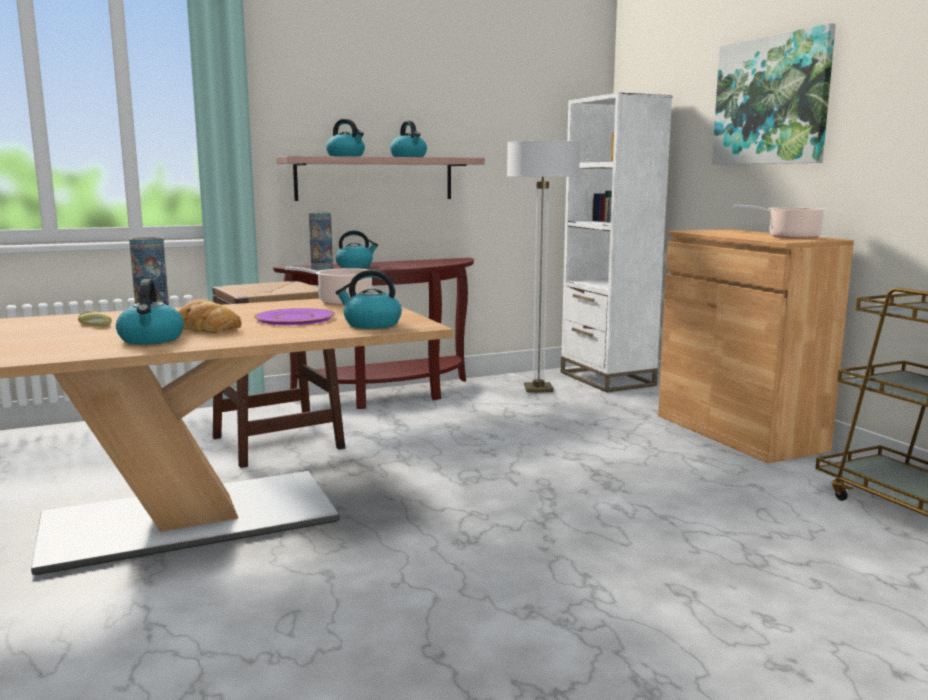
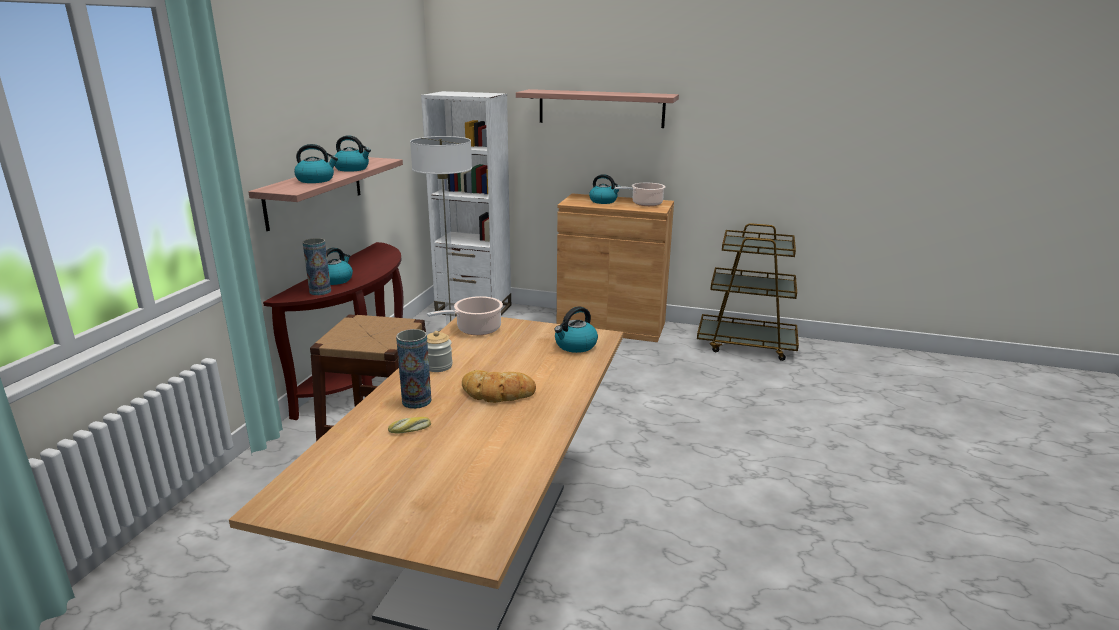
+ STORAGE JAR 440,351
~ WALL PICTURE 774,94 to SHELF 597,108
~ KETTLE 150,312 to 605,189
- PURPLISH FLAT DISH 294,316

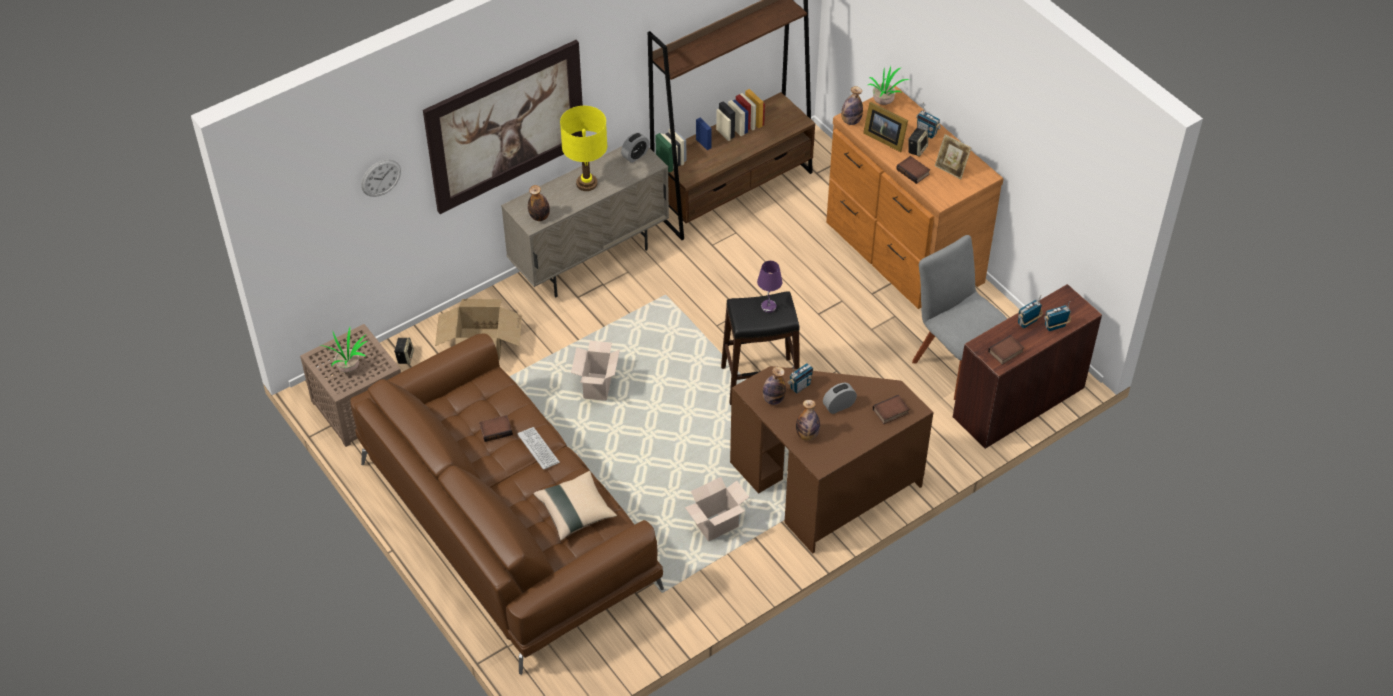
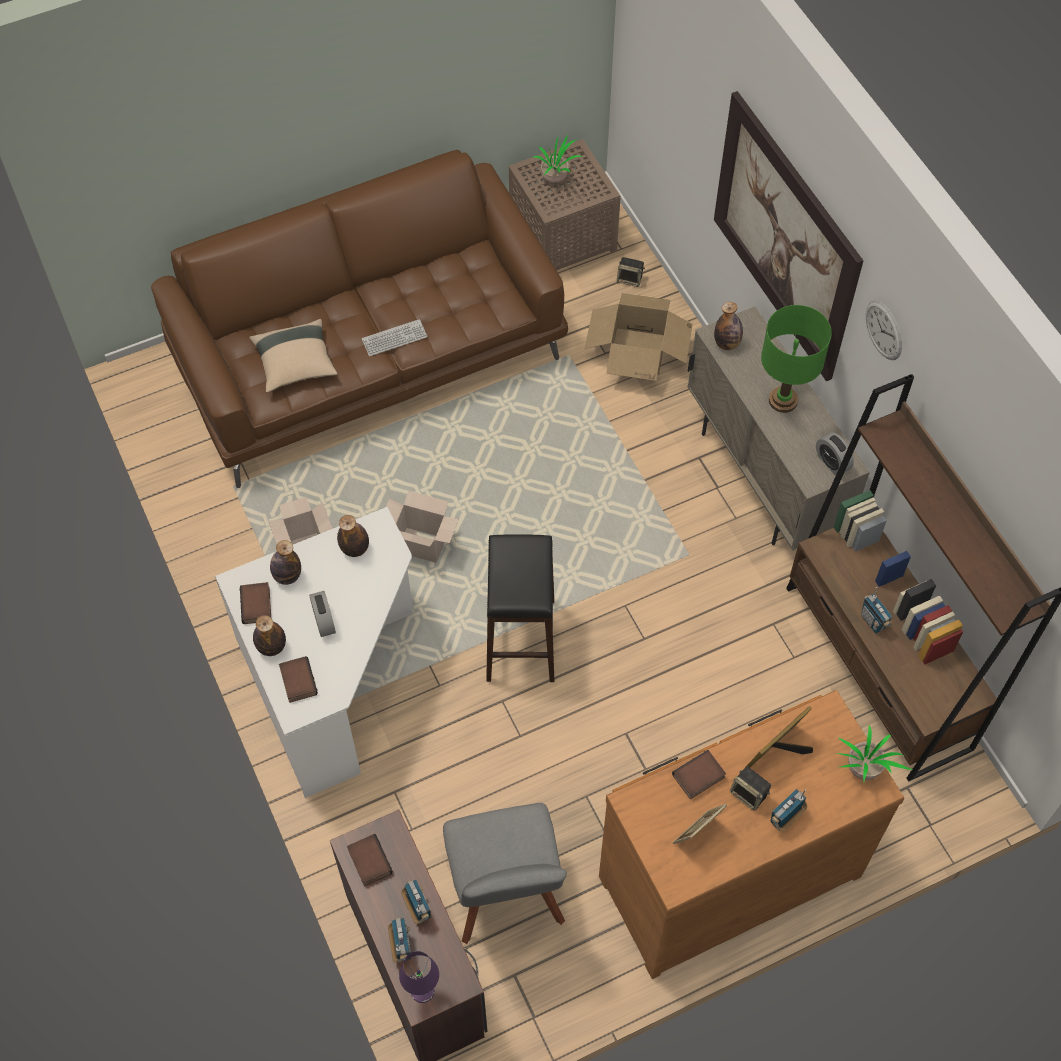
~ BROWNISH DESK 832,459 to WHITISH DESK 314,652
~ VOLUME 496,428 to 255,603
~ BOTTLE 852,105 to 269,635
~ CARDBOARD BOX 595,371 to 422,527
~ PURPLISH TABLETOP LAMP 769,287 to 419,977
~ GREY UPRIGHT CHAIR 960,317 = 505,873 105 degrees clockwise
~ YELLOW-COLOURED TABLETOP LAMP 583,148 to GREEN TABLETOP LAMP 796,359
~ RADIO SET 800,378 to 876,610
~ WALL CLOCK 381,178 to 884,330

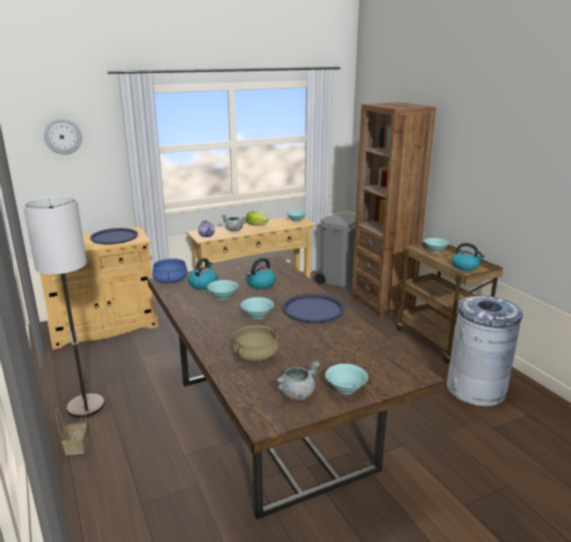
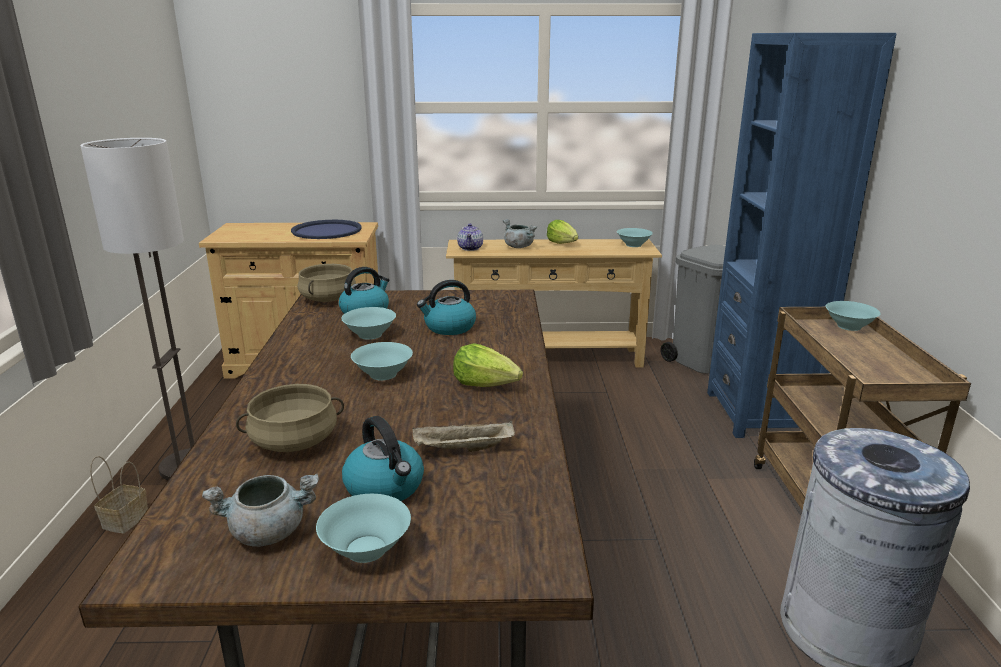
~ BLUISH SAUCEPOT 170,270 to BEIGE SAUCEPOT 327,283
~ KETTLE 468,257 to 383,458
+ BEIGE TRAY 463,436
~ BLUISH TRAY 314,308 to LETTUCE 488,365
~ BROWNISH BOOKSHELF 393,210 to BLUISH BOOKSHELF 802,235
- WALL CLOCK 63,136

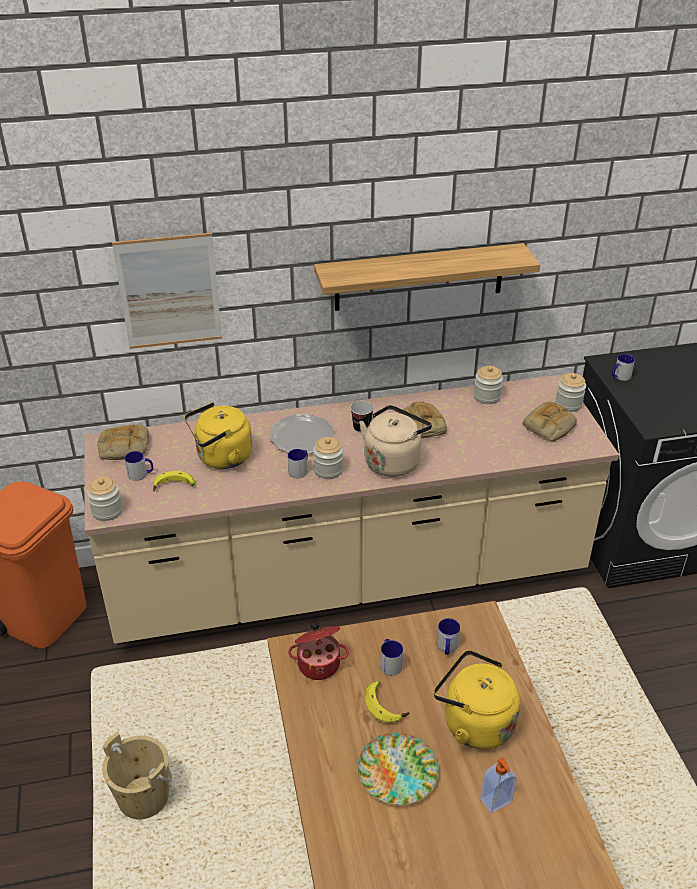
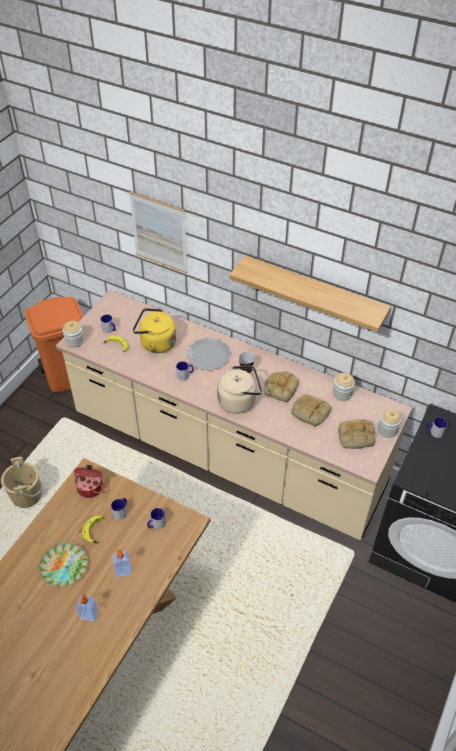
~ YELLOW-COLOURED KETTLE 477,699 to LIQUID SOAP BOTTLE 122,563
~ BAKERY BREAD 123,442 to 311,410
- STORAGE JAR 328,458

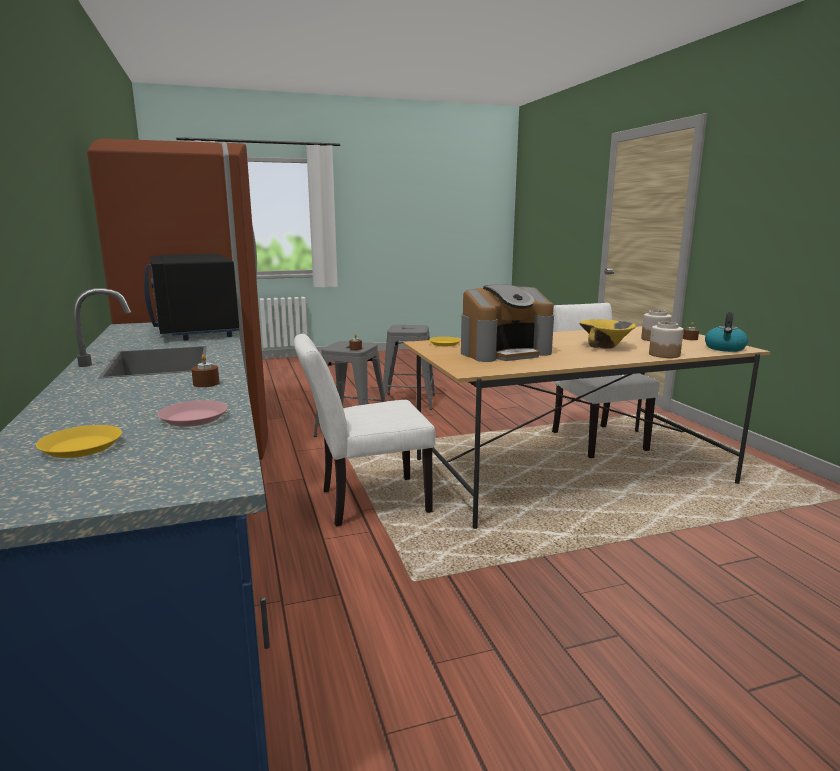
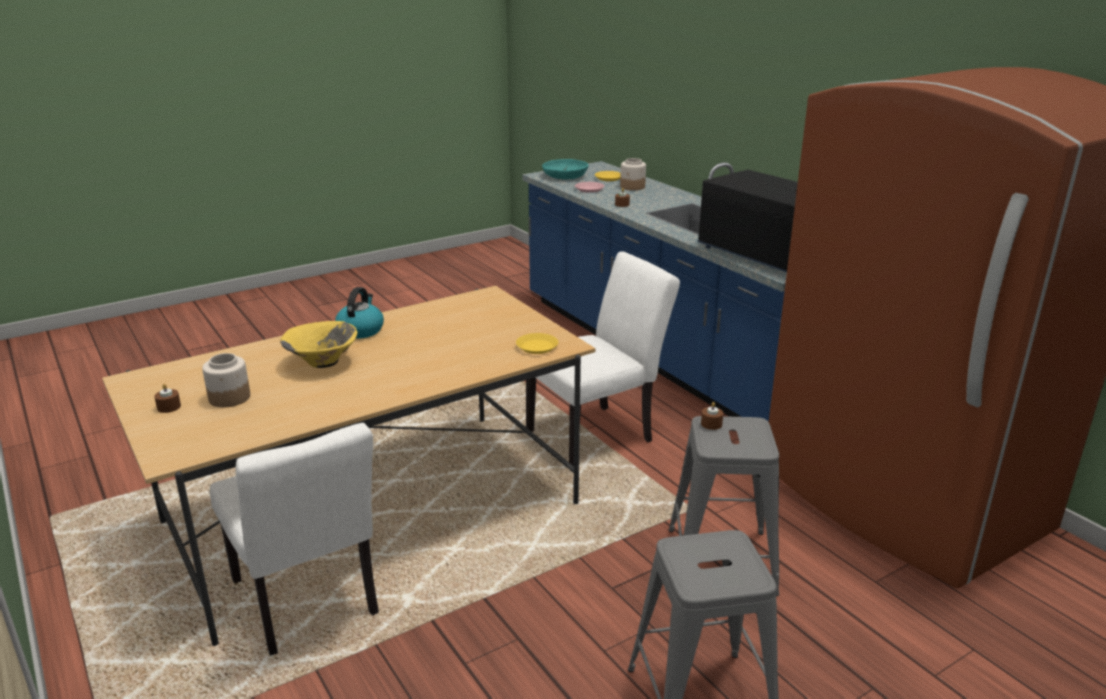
~ KETTLE 726,332 to 359,313
+ BLUE-GREEN SERVING BOWL 565,169
~ STORAGE JAR 666,340 to 633,174
- COFFEE MACHINE 507,323

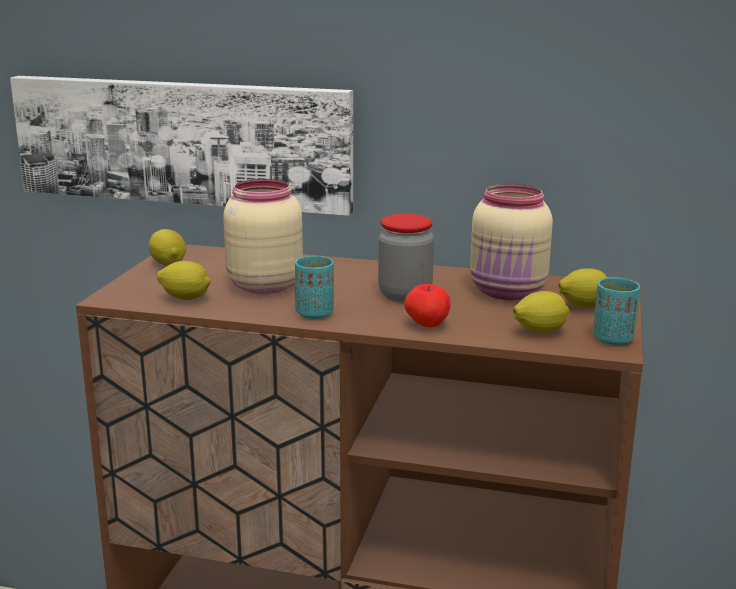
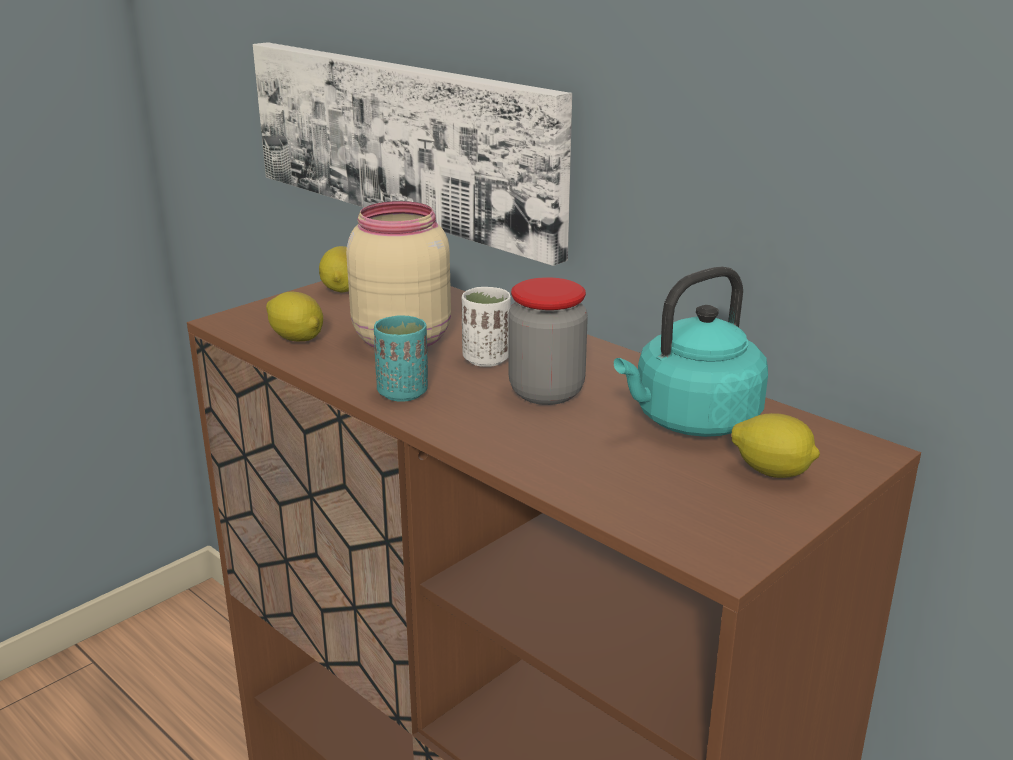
+ WHITISH SMALL CUP 486,327
~ BEIGE STORAGE JAR 511,242 to BLUE-GREEN KETTLE 691,351
- WHOLE APPLE 427,305
- WHOLE LEMON 541,312
- BLUE-GREEN SMALL CUP 616,311

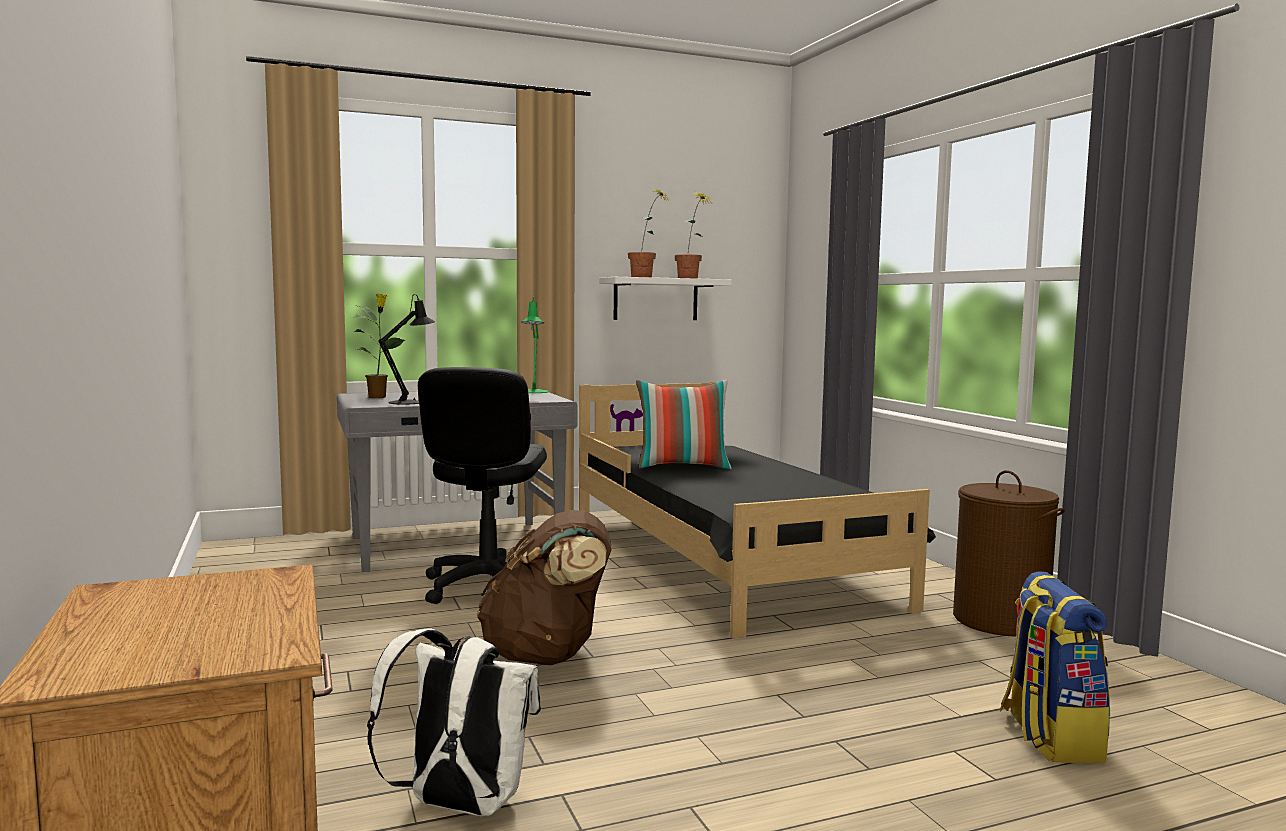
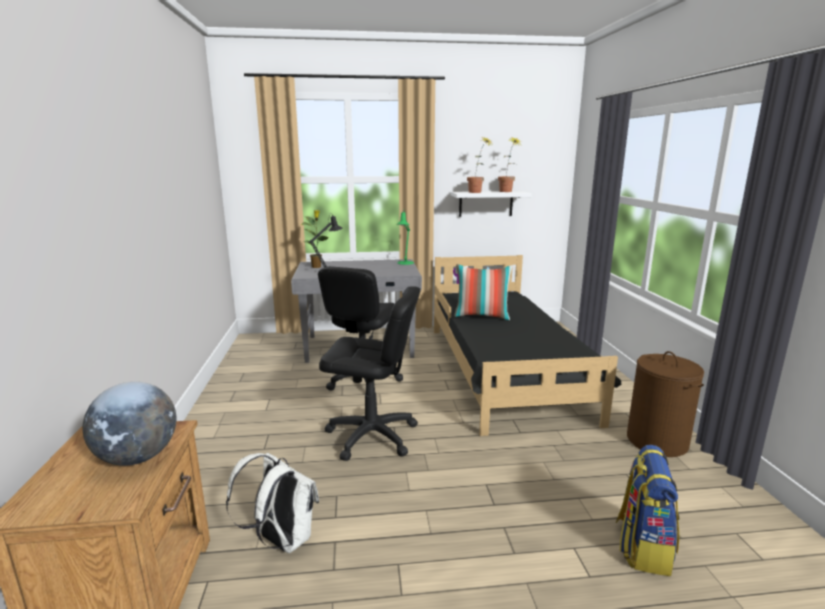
+ DESK GLOBE 129,424
~ BROWNISH BACKPACK 544,587 to BLACK-COLOURED OFFICE CHAIR 370,373

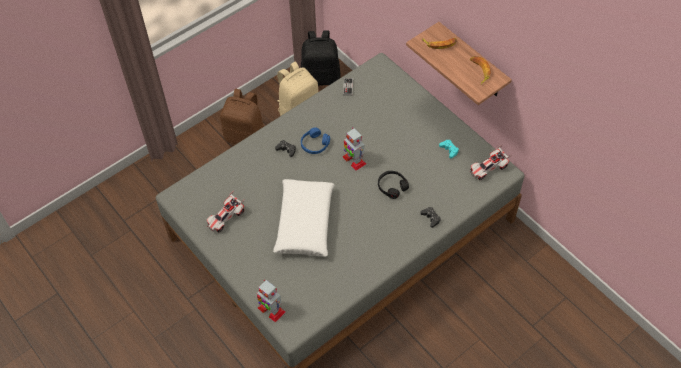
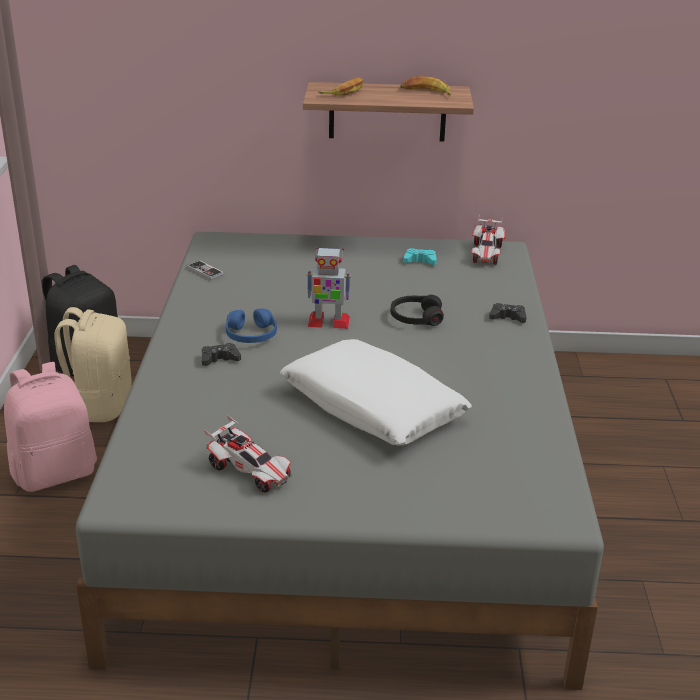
~ BROWNISH BACKPACK 242,116 to PINK-COLOURED BACKPACK 50,427
~ TOY CAR 225,212 = 248,454 45 degrees counterclockwise
- TOY ROBOT 271,301

